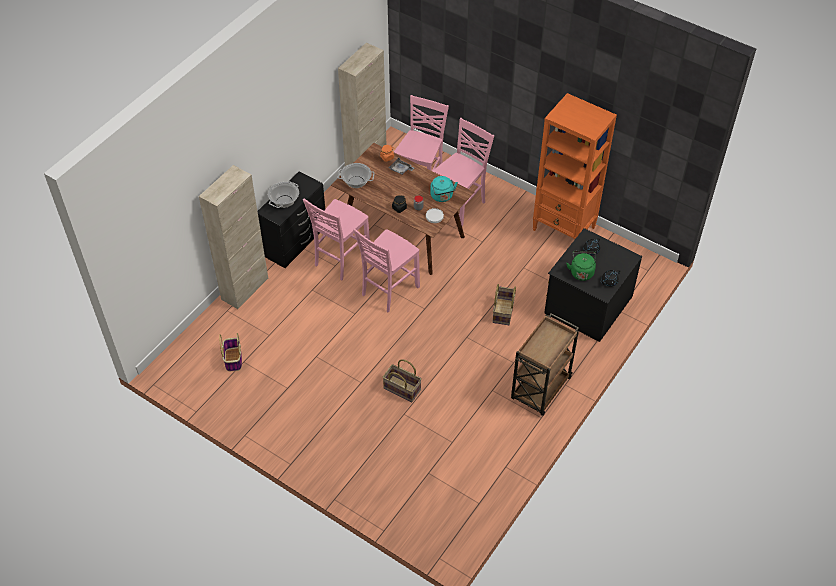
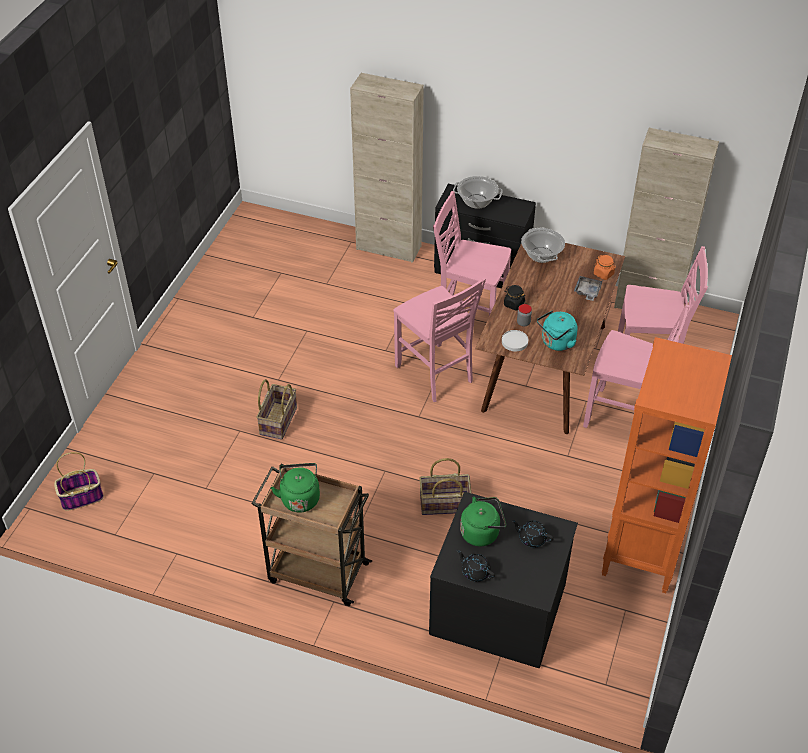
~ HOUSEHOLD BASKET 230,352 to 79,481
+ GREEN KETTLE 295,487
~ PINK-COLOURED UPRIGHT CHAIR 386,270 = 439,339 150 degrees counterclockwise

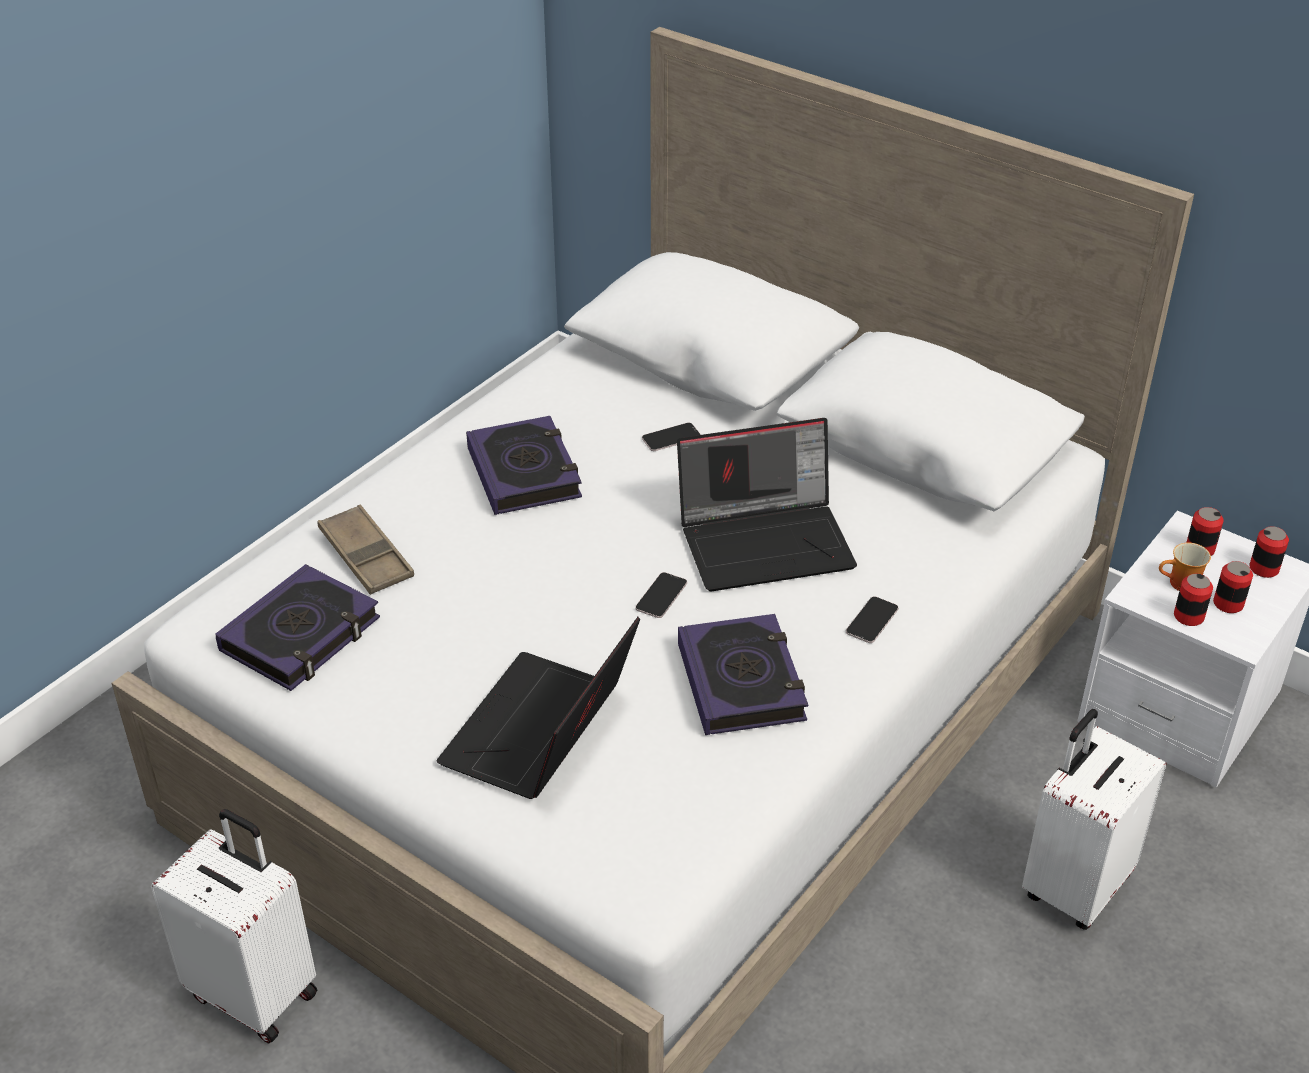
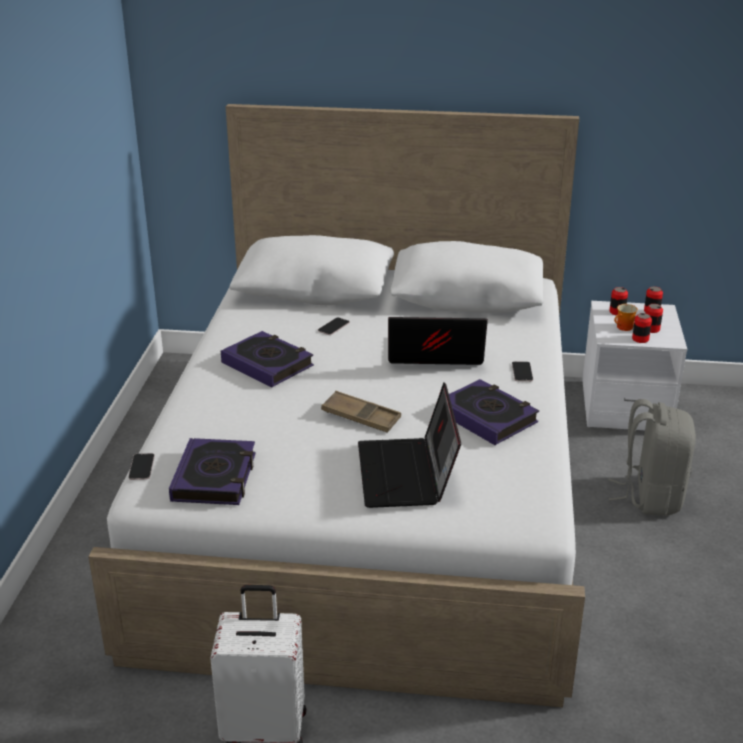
~ TELEPHONE 661,595 to 141,466
~ BROWNISH TRAY 365,549 to 361,412
~ PORTABLE COMPUTER 767,505 = 438,341 135 degrees counterclockwise
~ WHITISH PIECE OF LUGGAGE 1094,819 to GREY BACKPACK 652,457

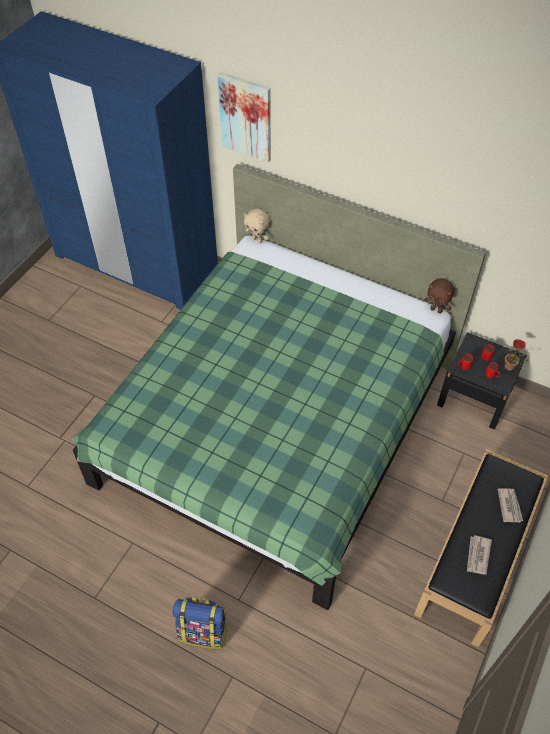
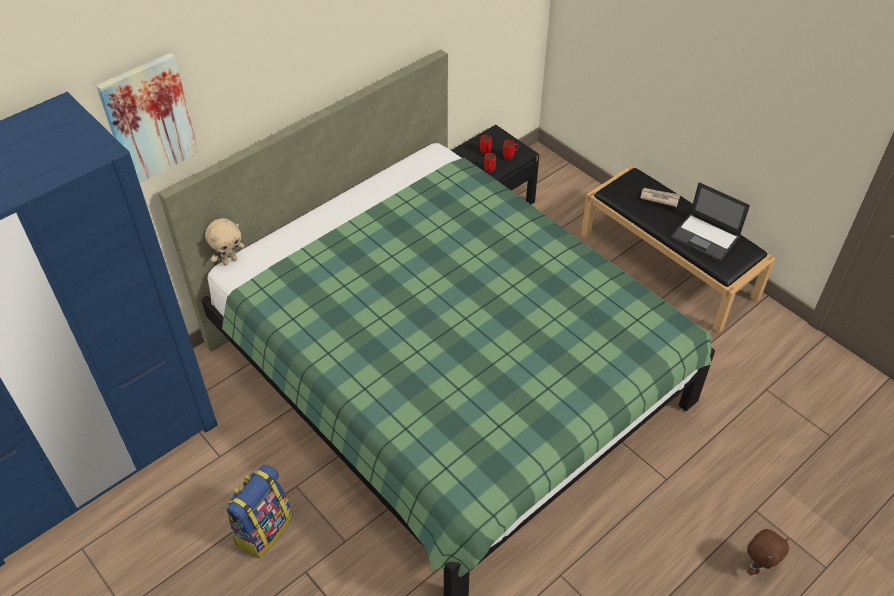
~ BACKPACK 200,623 to 258,511
~ NEWSPAPER 479,555 to PORTABLE COMPUTER 710,222
~ BROWNISH SOFT TOY 439,296 to 768,552
- HOUSEPLANT 516,355

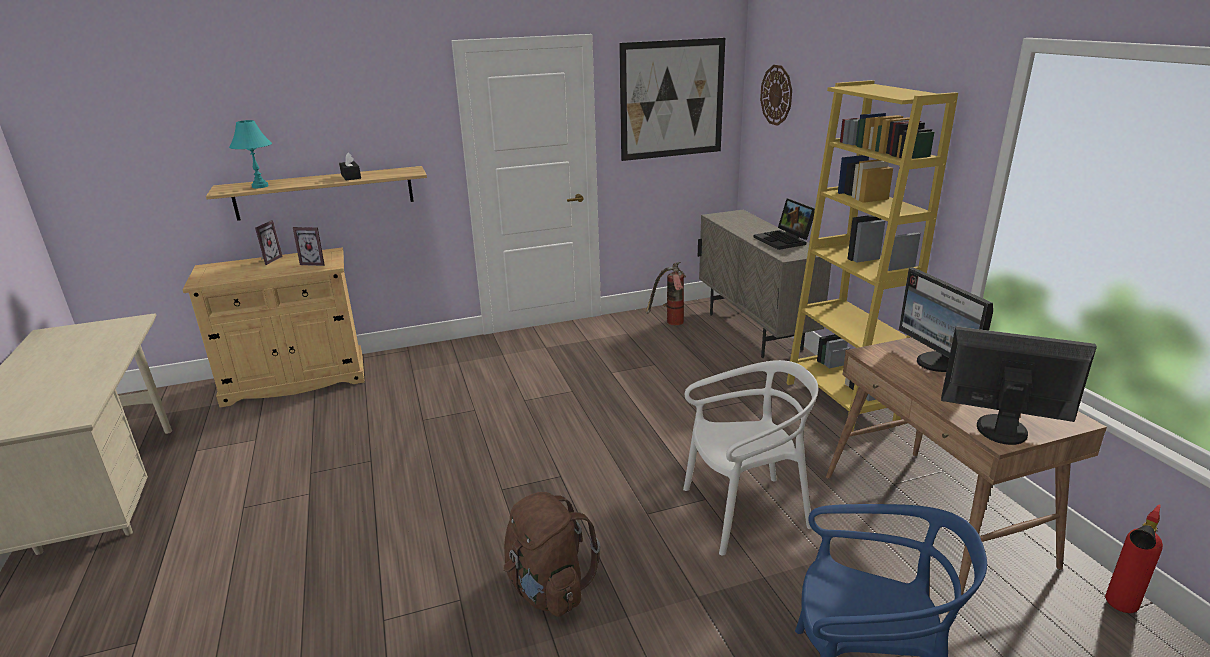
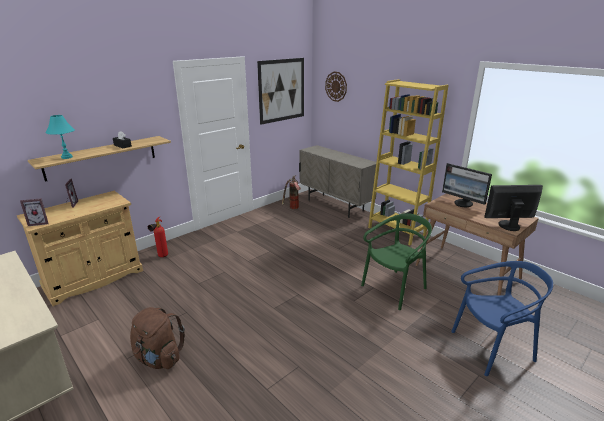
~ STANDING FRAME 309,246 to 34,212
~ BROWNISH BACKPACK 552,554 to 157,338
~ FIRE-FIGHTING CYLINDER 1134,558 to 158,237
~ WHITISH UPRIGHT CHAIR 750,458 to GREEN UPRIGHT CHAIR 396,261
- PORTABLE COMPUTER 784,224

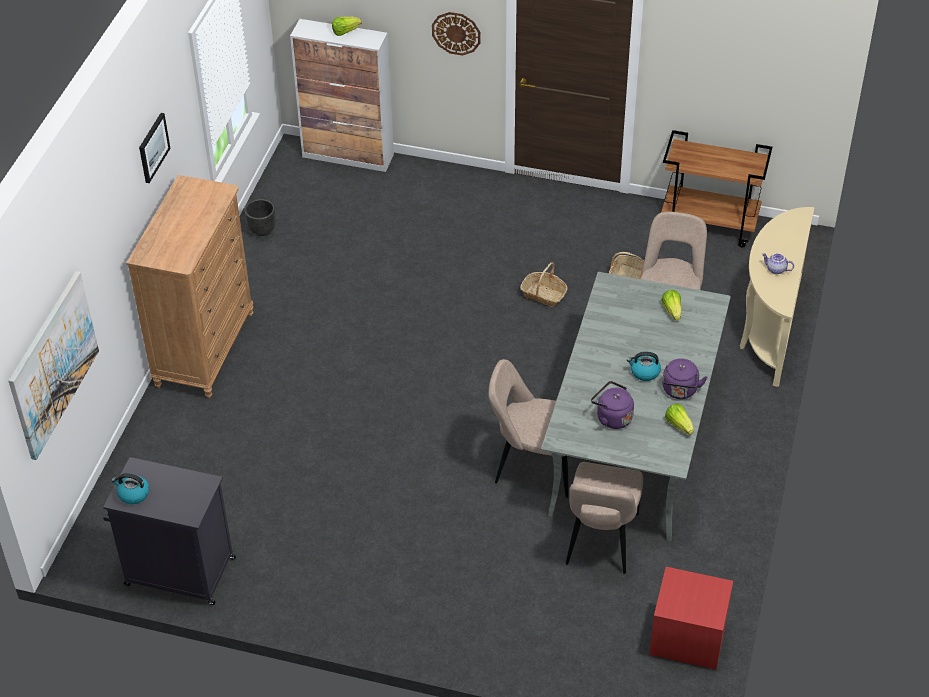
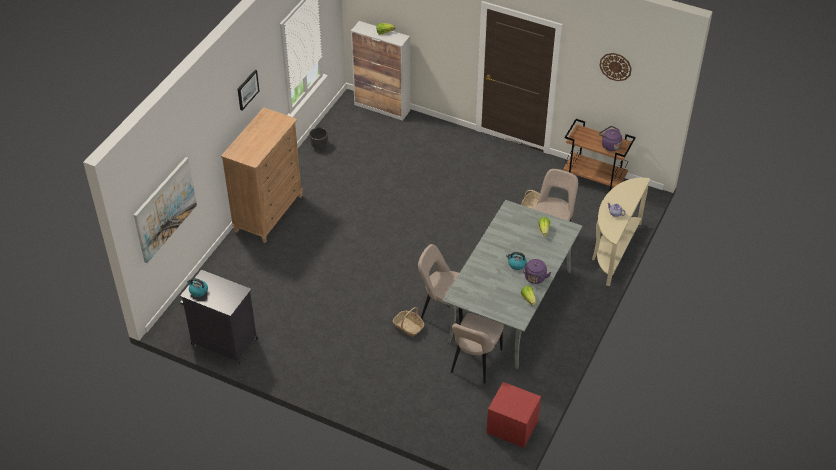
~ HOUSEHOLD BASKET 544,284 to 408,322
~ WALL CLOCK 456,34 to 615,67
~ PURPLISH KETTLE 612,405 to 610,138

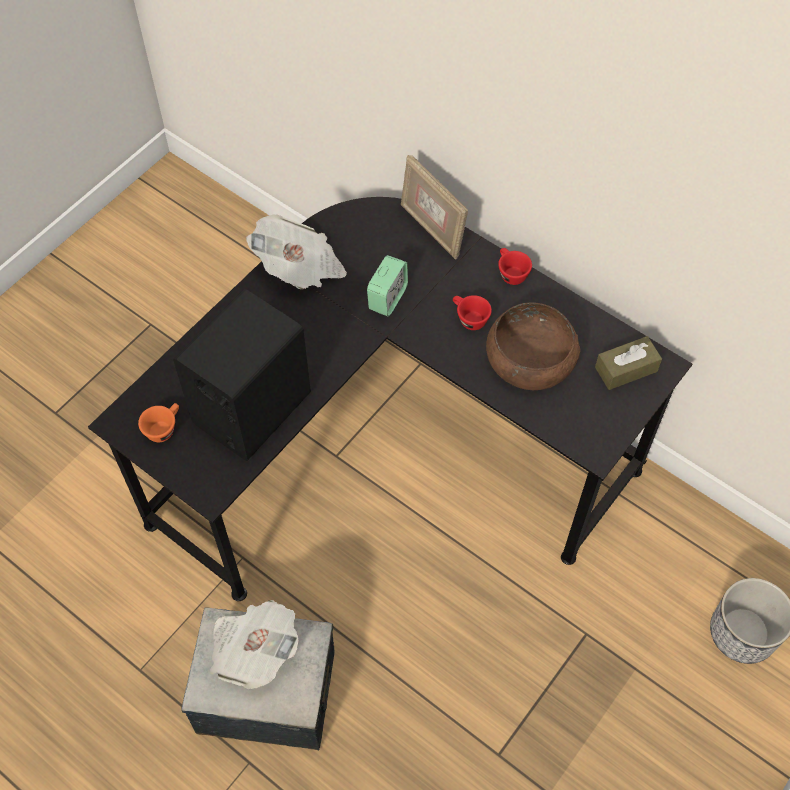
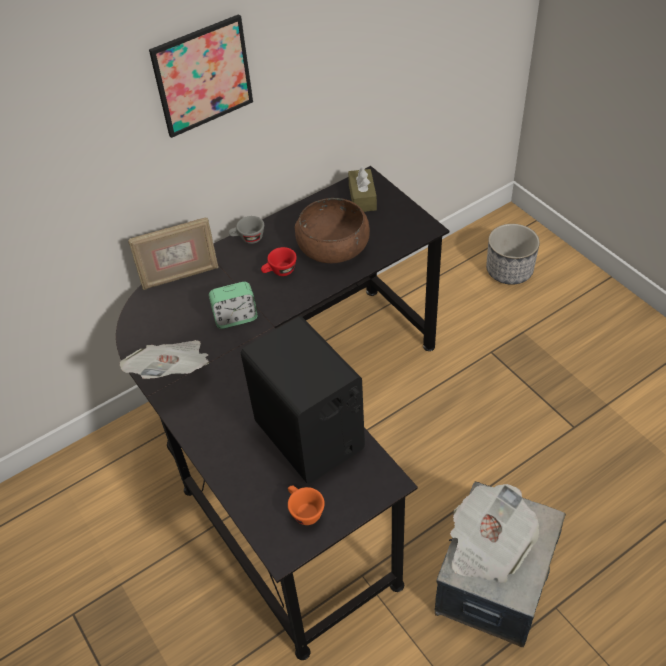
+ WALL PICTURE 201,76
~ ALARM CLOCK 387,286 = 233,305 120 degrees clockwise
~ RED-COLOURED SMALL CUP 515,266 to GREY SMALL CUP 246,230

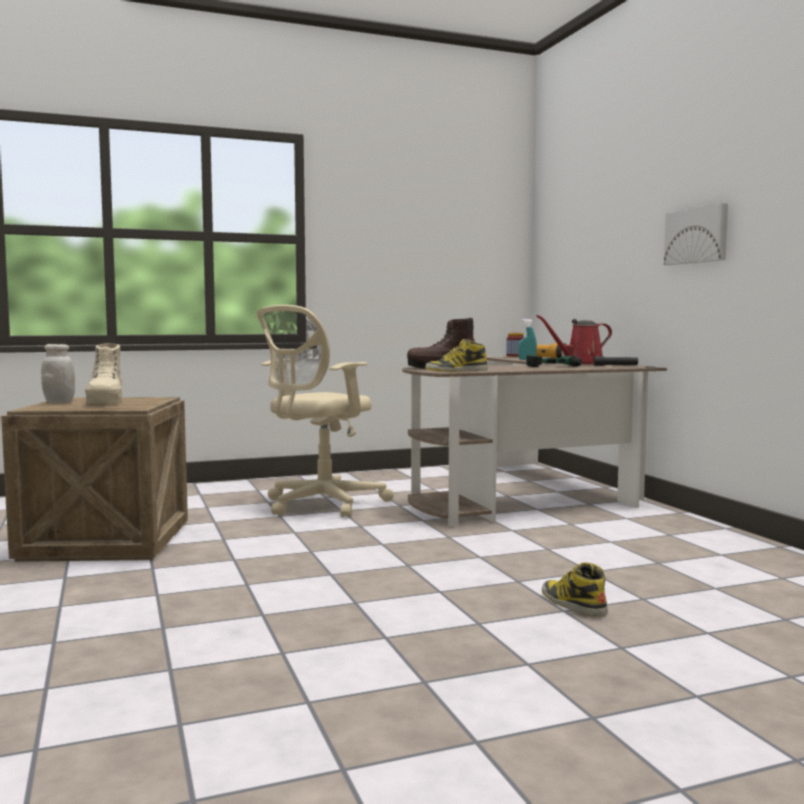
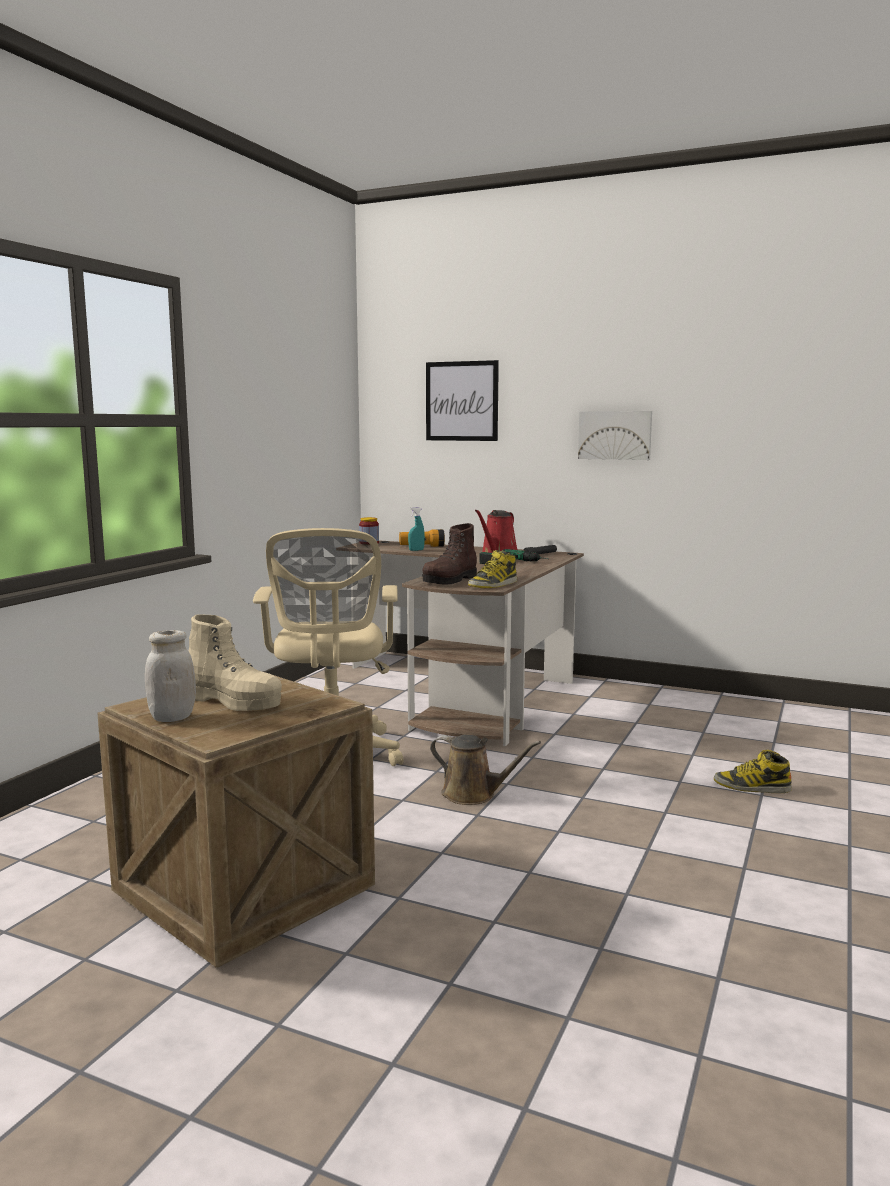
+ WALL PICTURE 462,400
+ BROWNISH SPRINKLING CAN 485,770

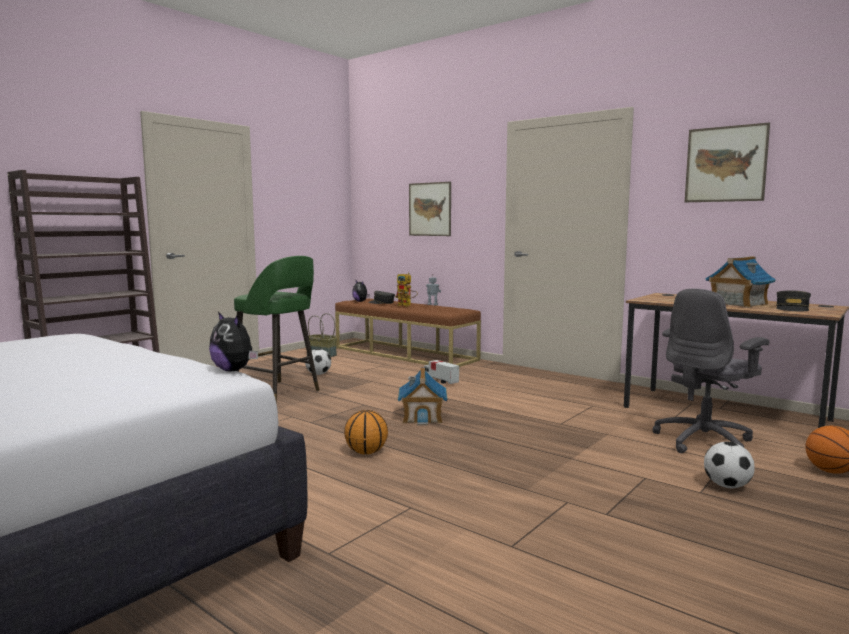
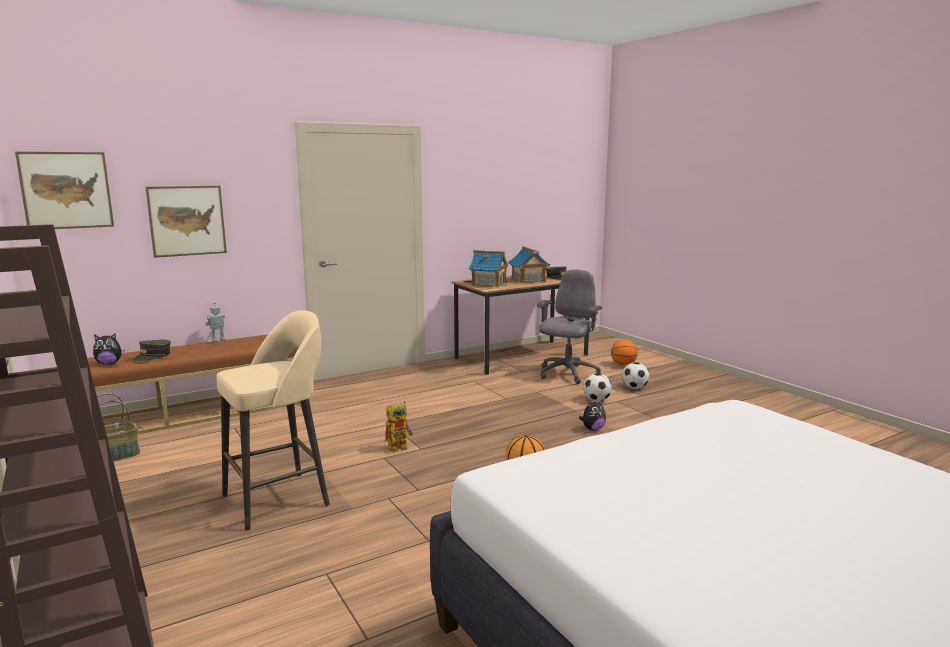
~ WALL PICTURE 727,162 to 64,190
~ GREEN STOOL SEAT 277,330 to BEIGE STOOL SEAT 273,420
~ TOY ROBOT 406,290 to 398,427
~ MODEL HOUSE 423,396 to 488,268
~ GREY OFFICE CHAIR 711,371 = 569,326 135 degrees counterclockwise
~ SOFT TOY 233,341 to 592,415
~ BALL FOR FOOTBALL 318,362 to 597,387
- MODEL TRUCK 441,372

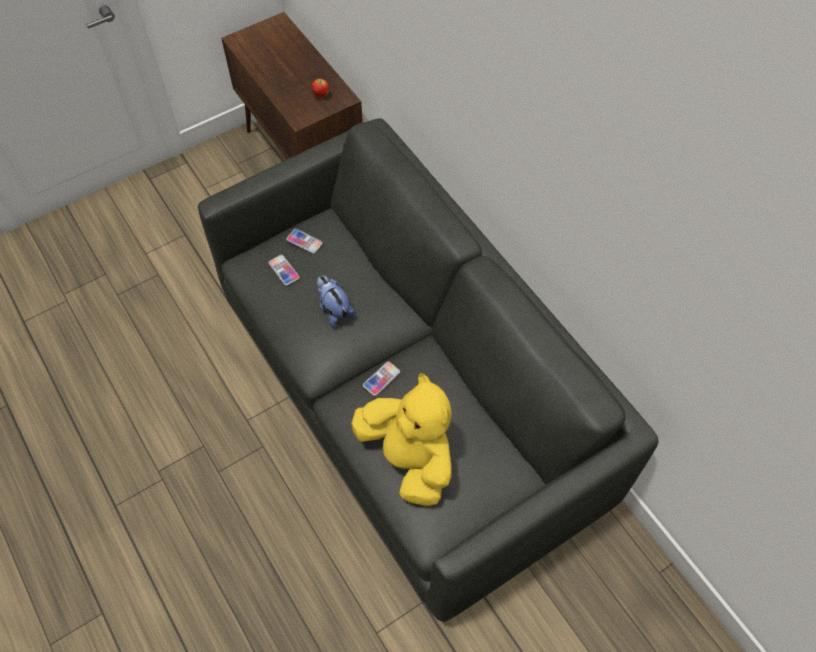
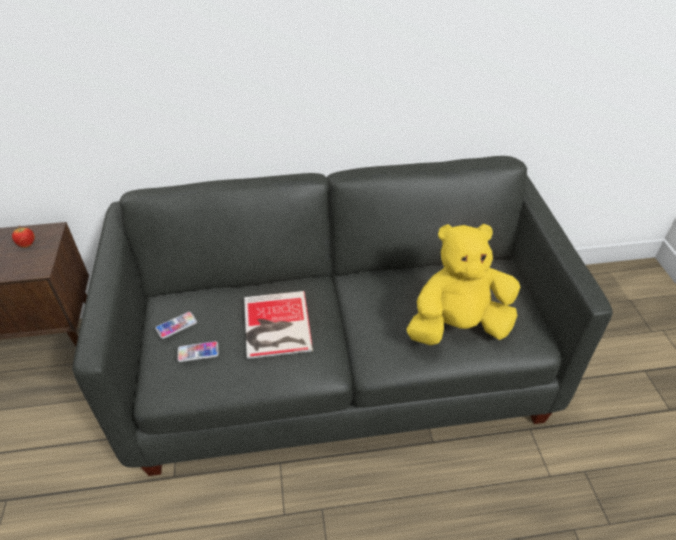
~ SOFT TOY 335,302 to VOLUME 278,325
- TELEPHONE 381,378

